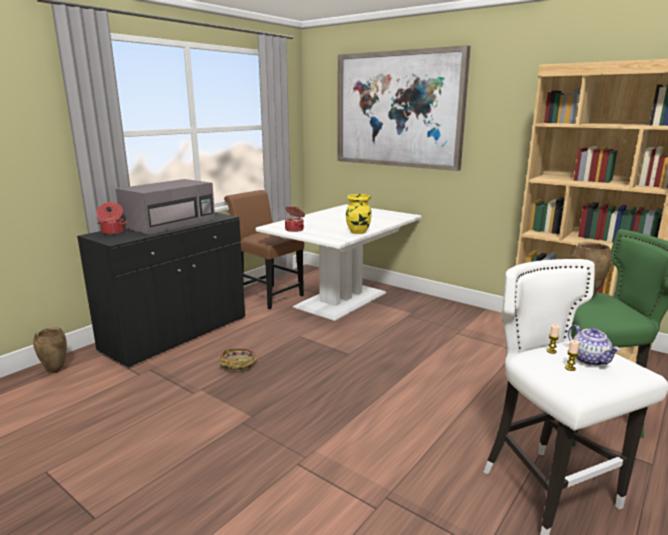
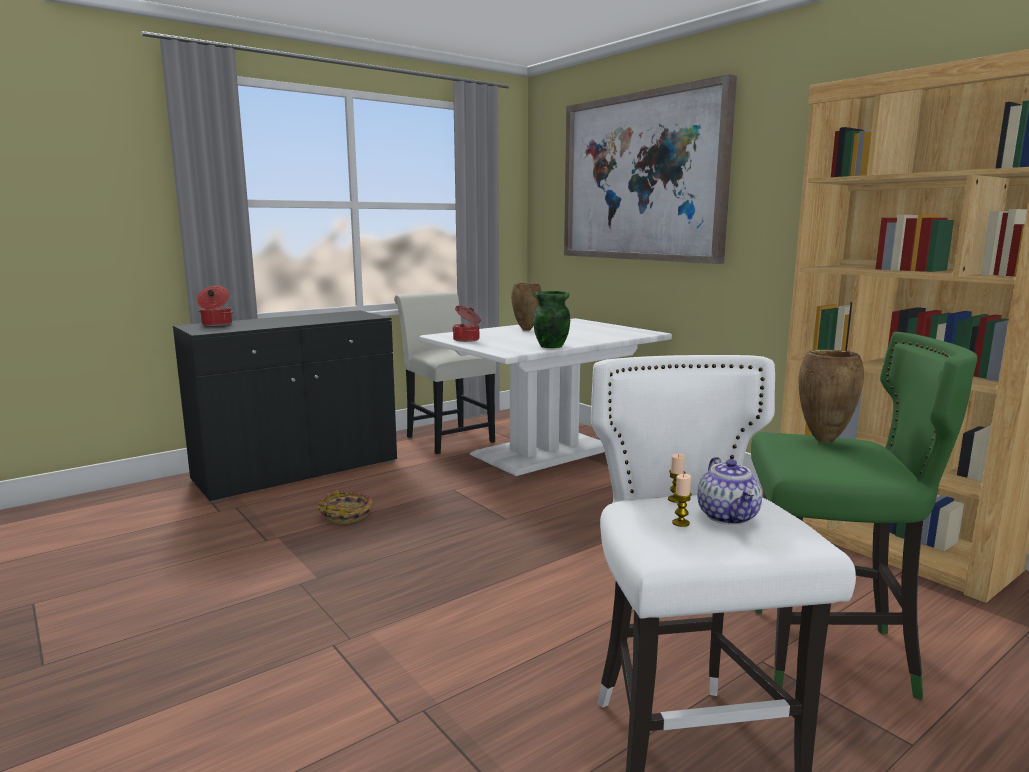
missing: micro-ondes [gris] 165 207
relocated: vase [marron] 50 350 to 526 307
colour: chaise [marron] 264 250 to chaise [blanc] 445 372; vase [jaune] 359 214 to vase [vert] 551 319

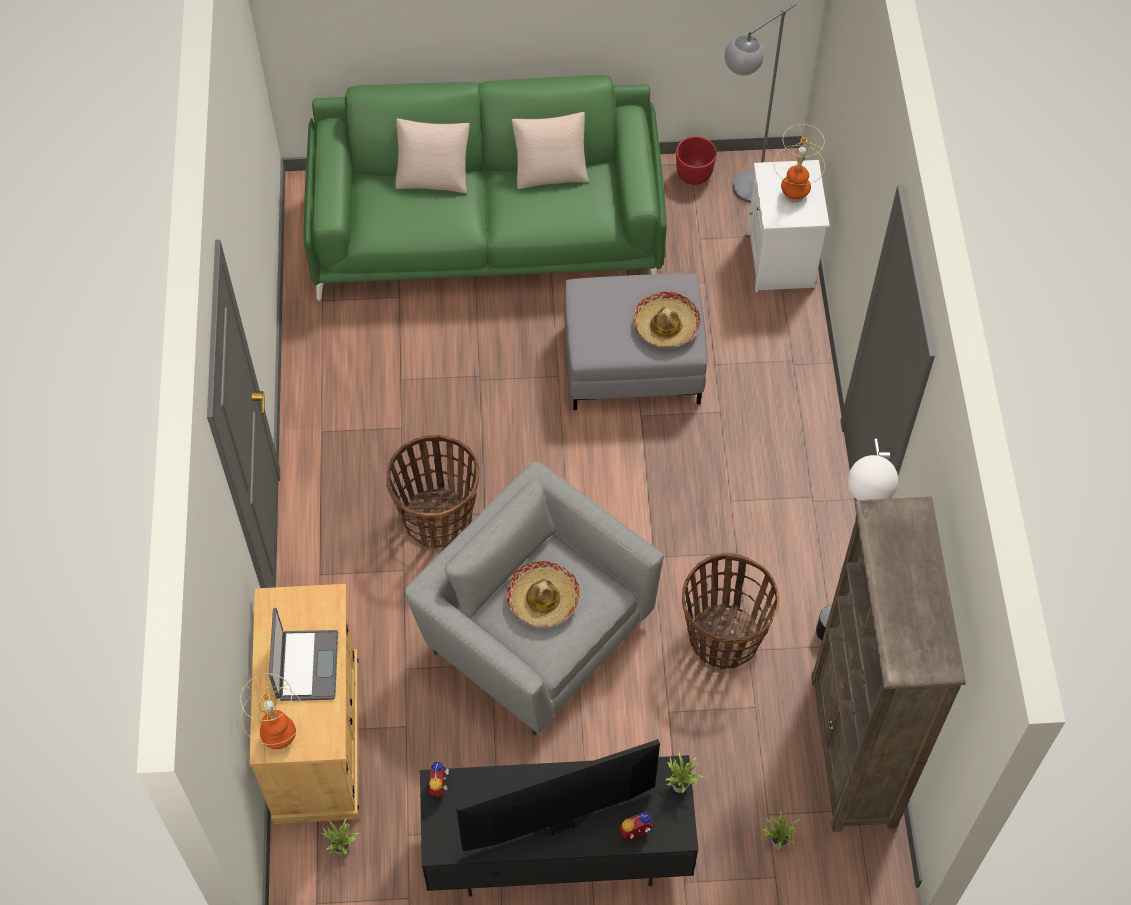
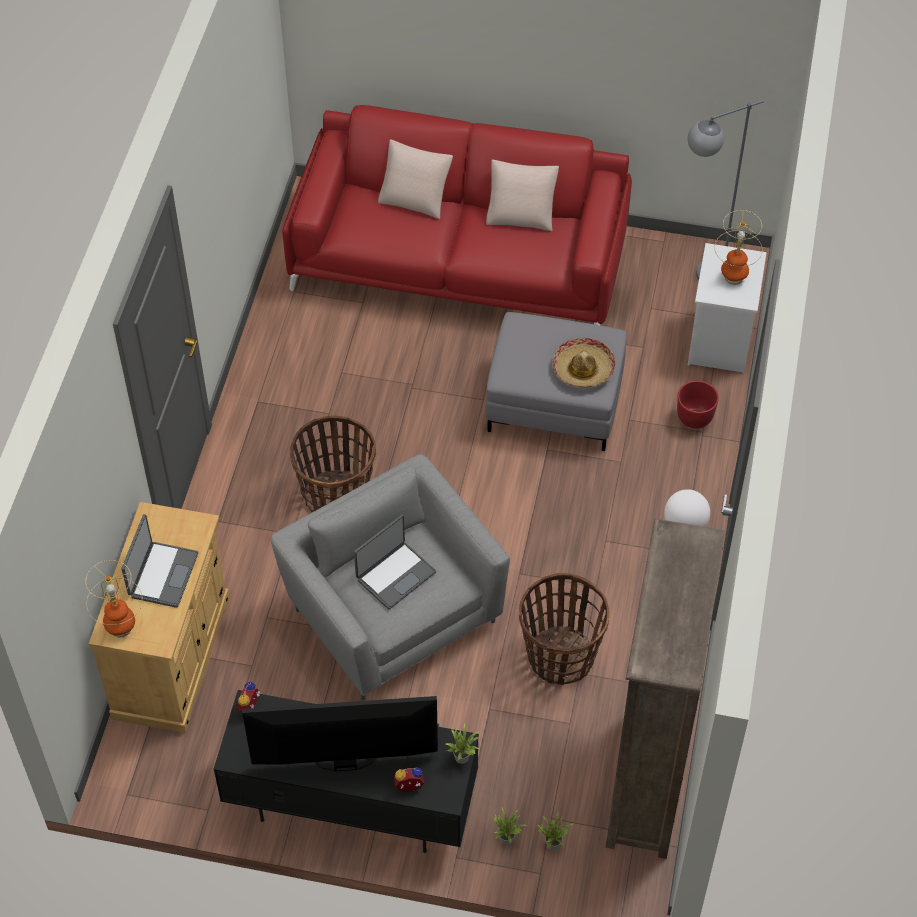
relocated: cache-pot [rouge] 696 160 to 698 405; plante en pot 340 836 to 510 826
exchanged: chapeau 543 594 to ordinateur portable 395 562
colour: canapé [vert] 485 188 to canapé [rouge] 457 215

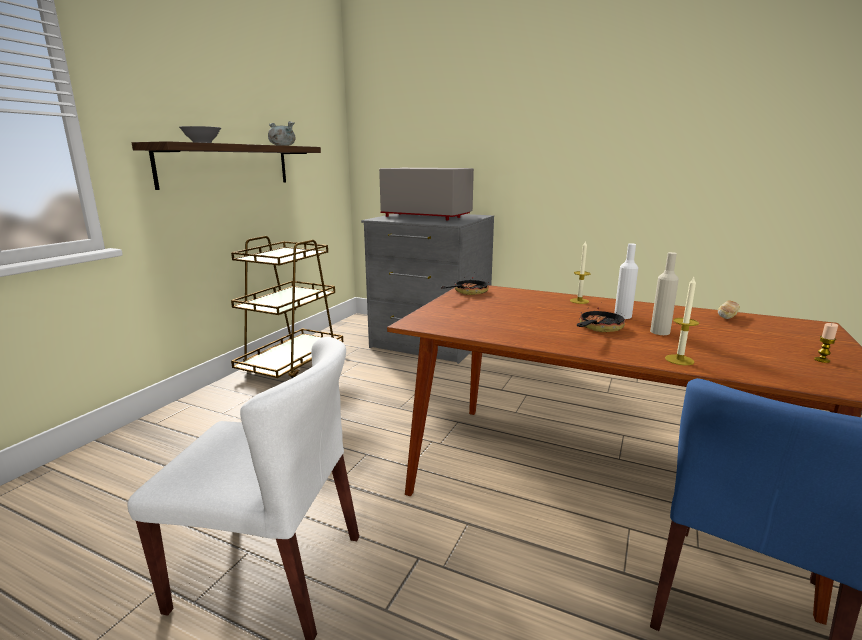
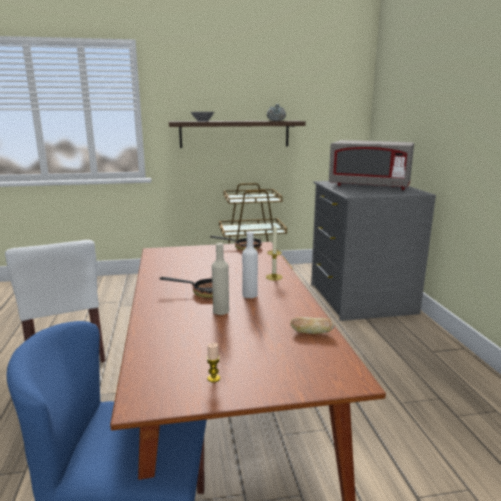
missing: bougie 682 321
spun: micro-ondes [gris] 426 194 = 371 165 120 degrees clockwise

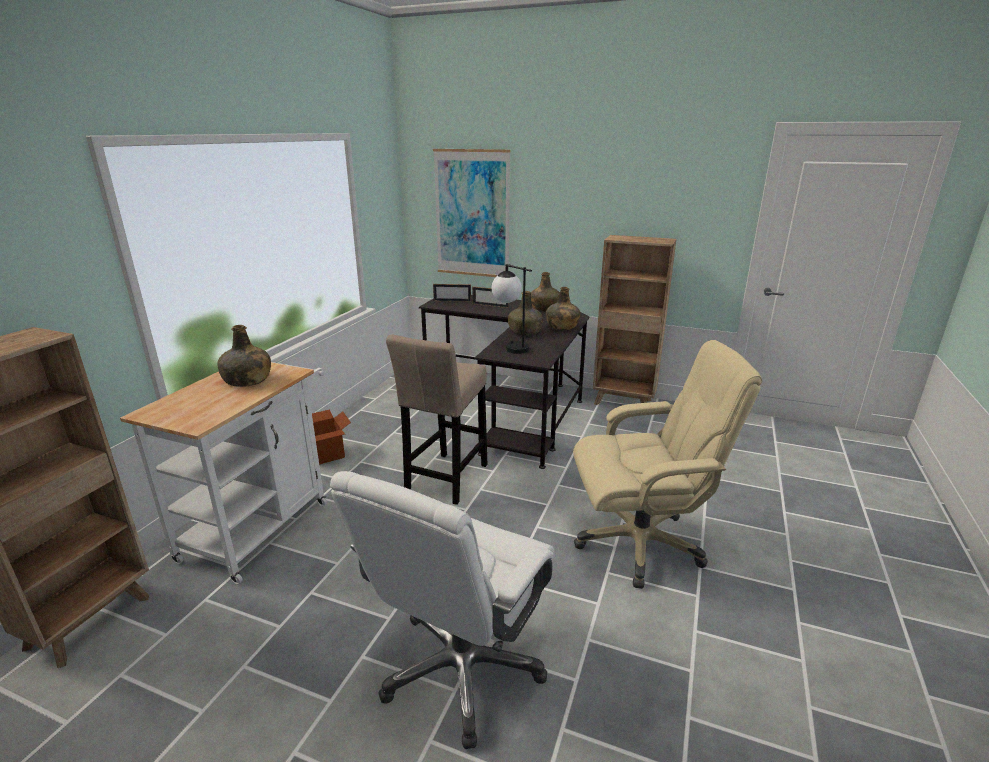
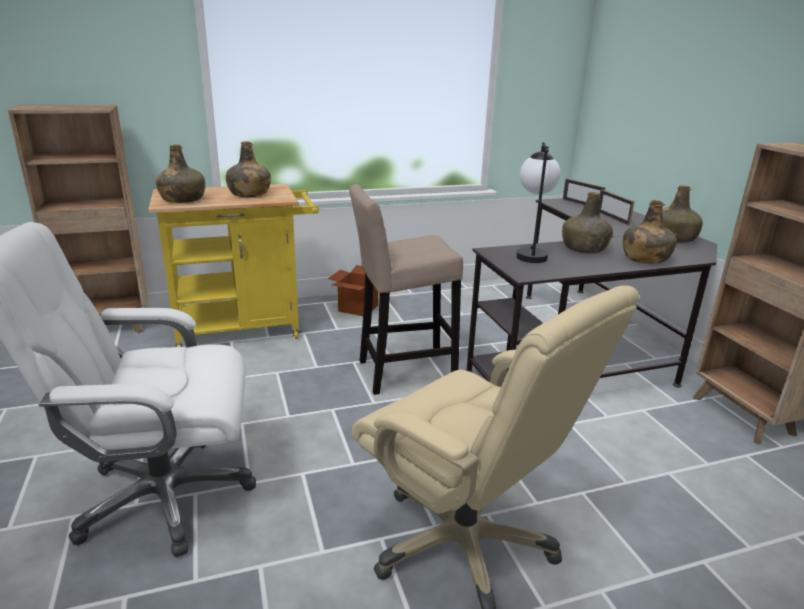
missing: tableau 472 213
appeared: bouteille [vert] 180 174
colour: chariot [blanc] 223 473 to chariot [jaune] 233 265

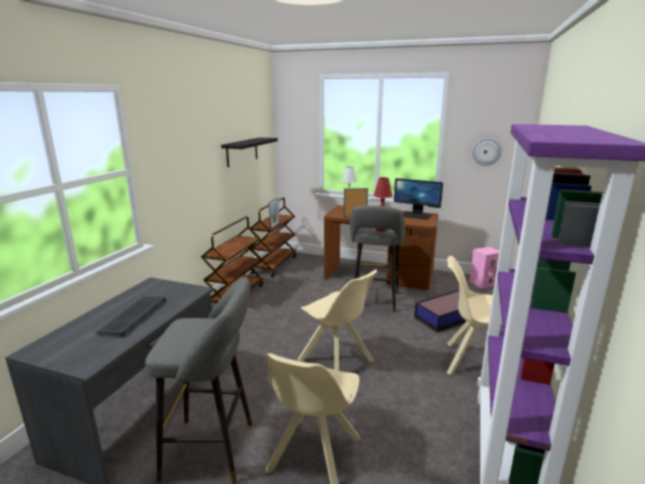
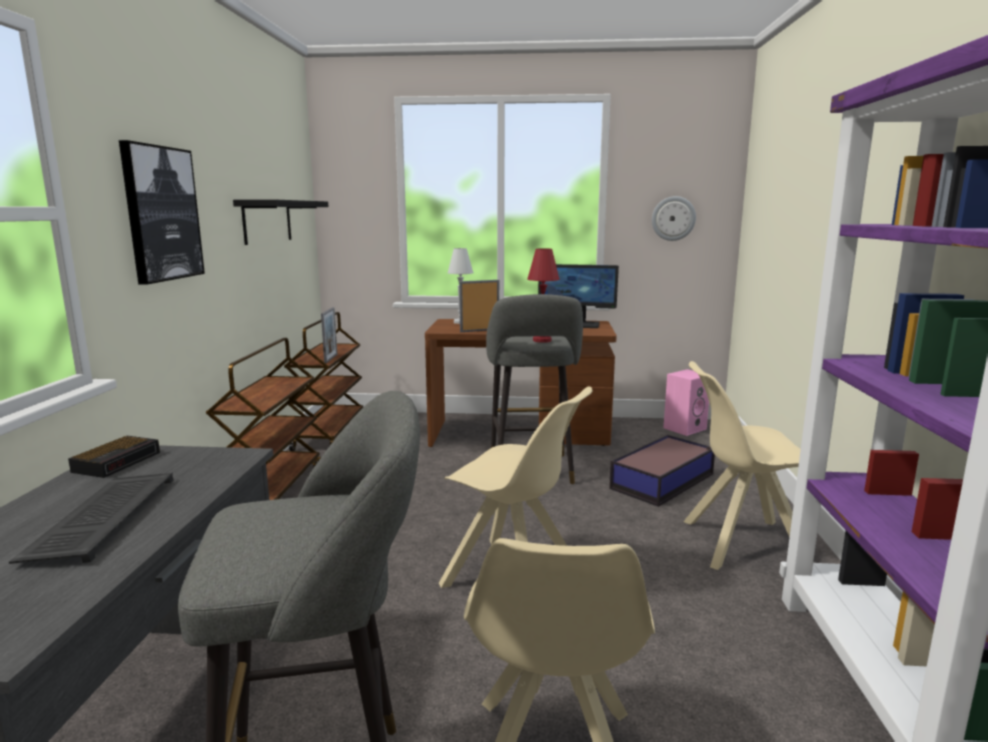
appeared: tableau 162 212; réveil 114 457

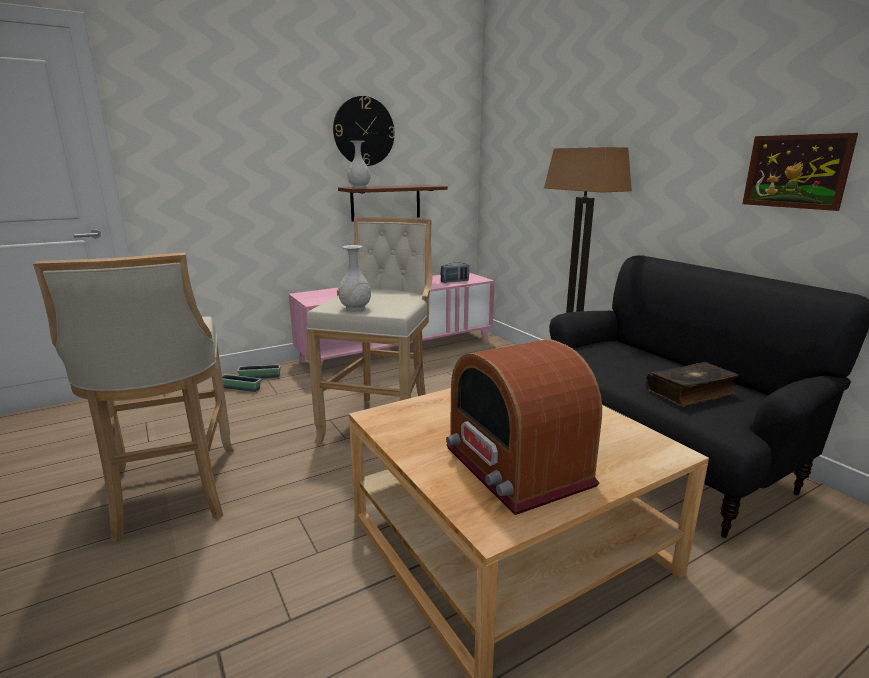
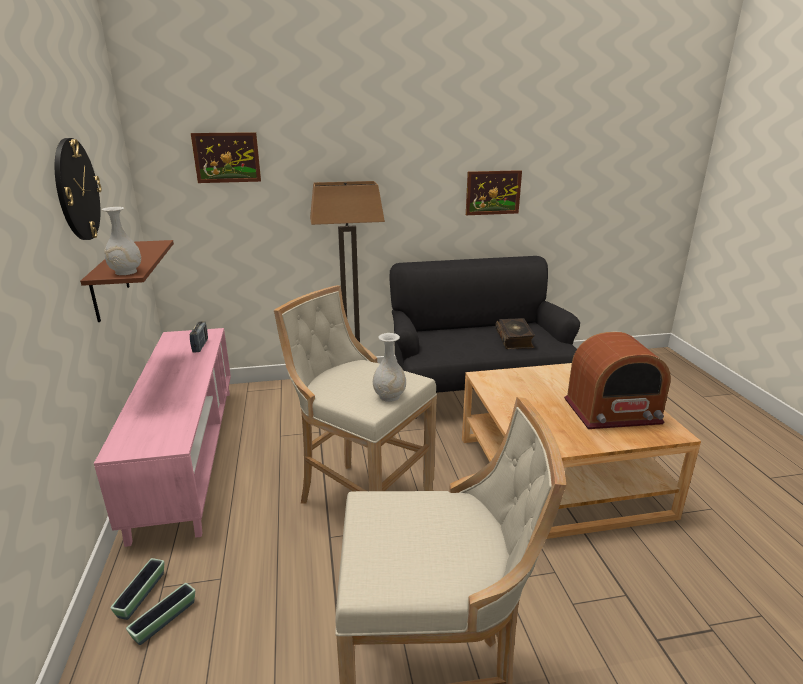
appeared: tableau 226 157

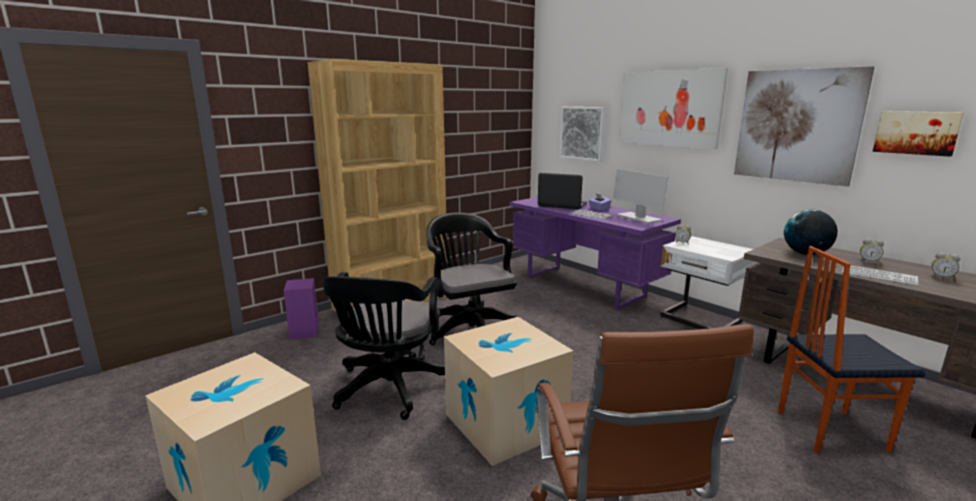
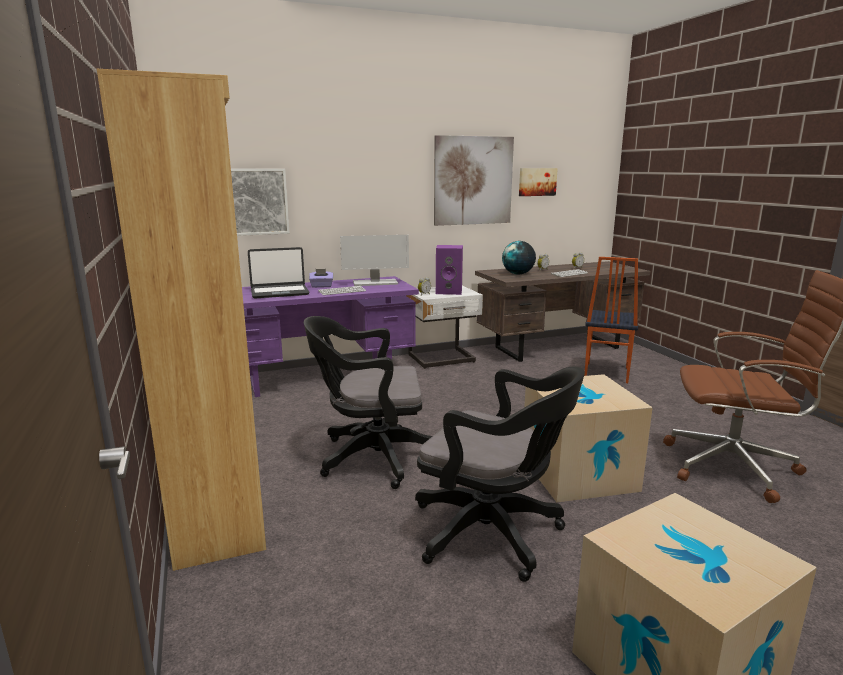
missing: tableau 673 108
relocated: enceinte [violet] 301 309 to 449 270
spun: ordinateur portable 562 191 = 278 272 150 degrees counterclockwise

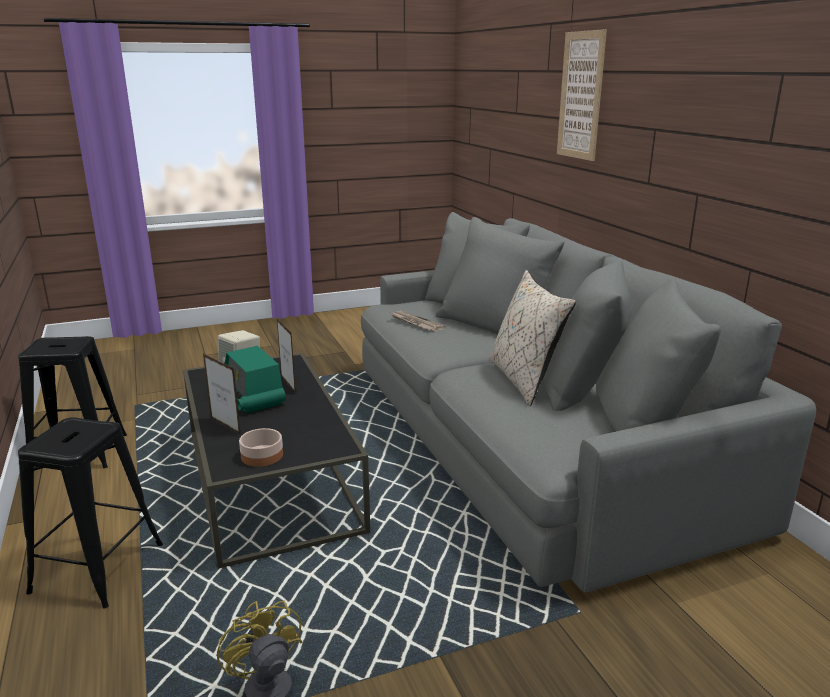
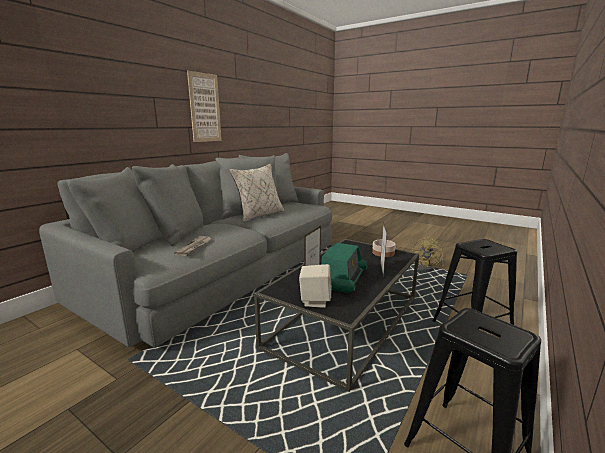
relocated: tableau 582 95 to 204 106

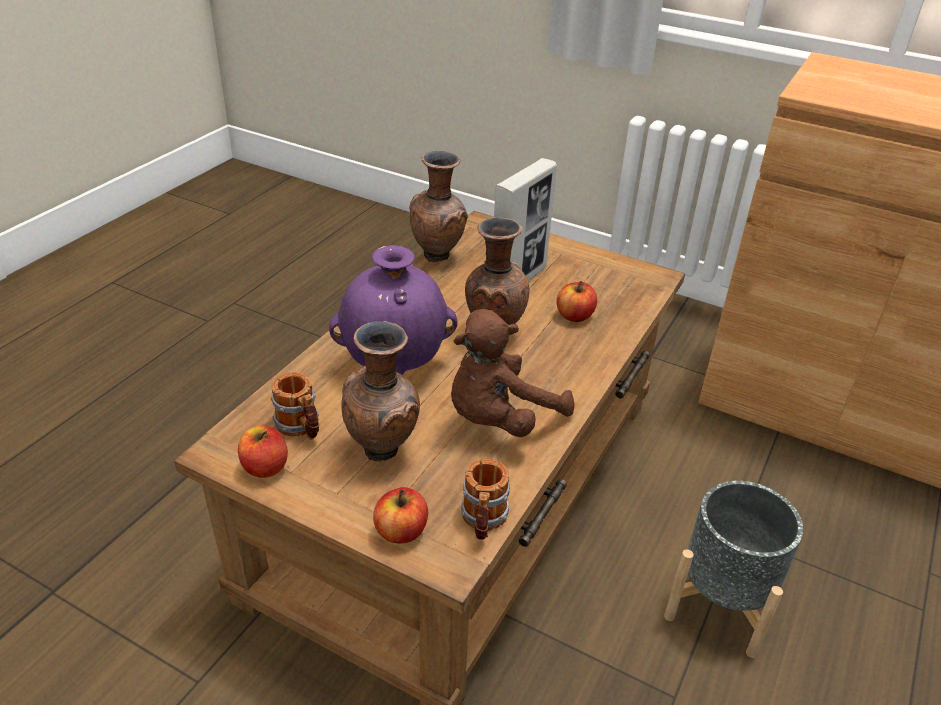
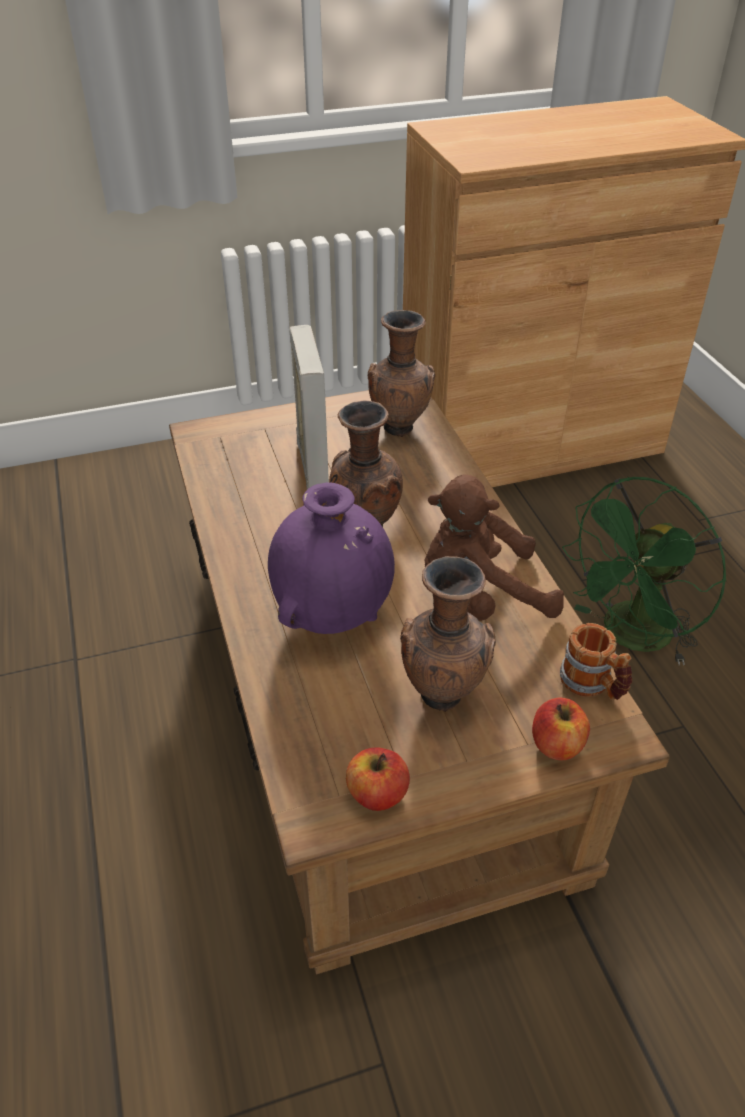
missing: pomme 577 301; mug 295 406
relocated: vase [marron] 439 206 to 401 373
exchanged: cache-pot [gris] 733 569 to ventilateur [vert] 644 571
spun: peluche [marron] 512 373 = 494 548 75 degrees clockwise

